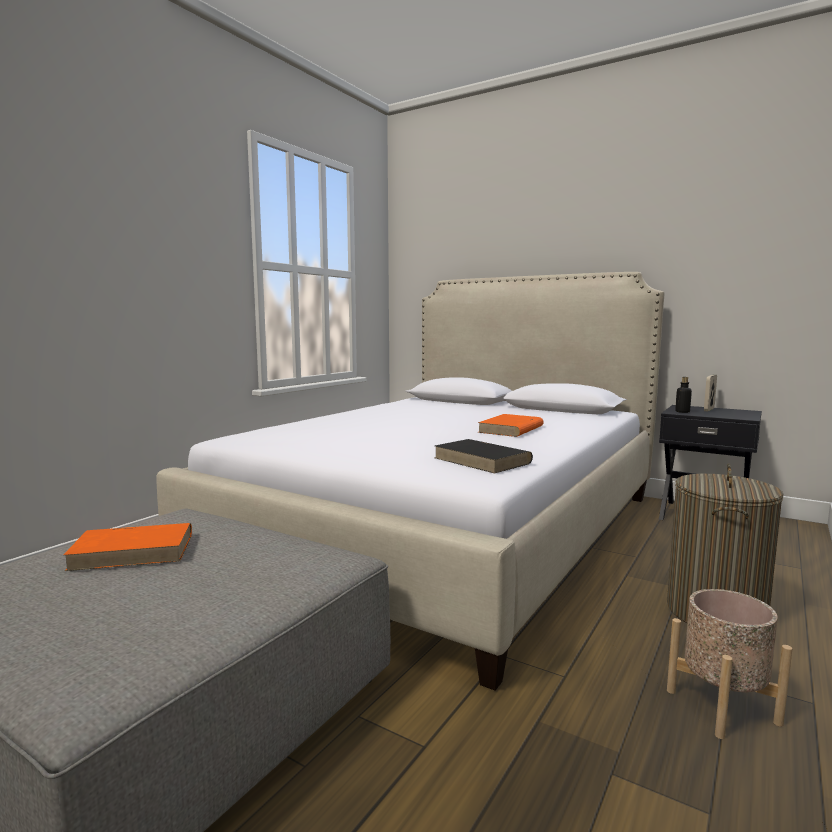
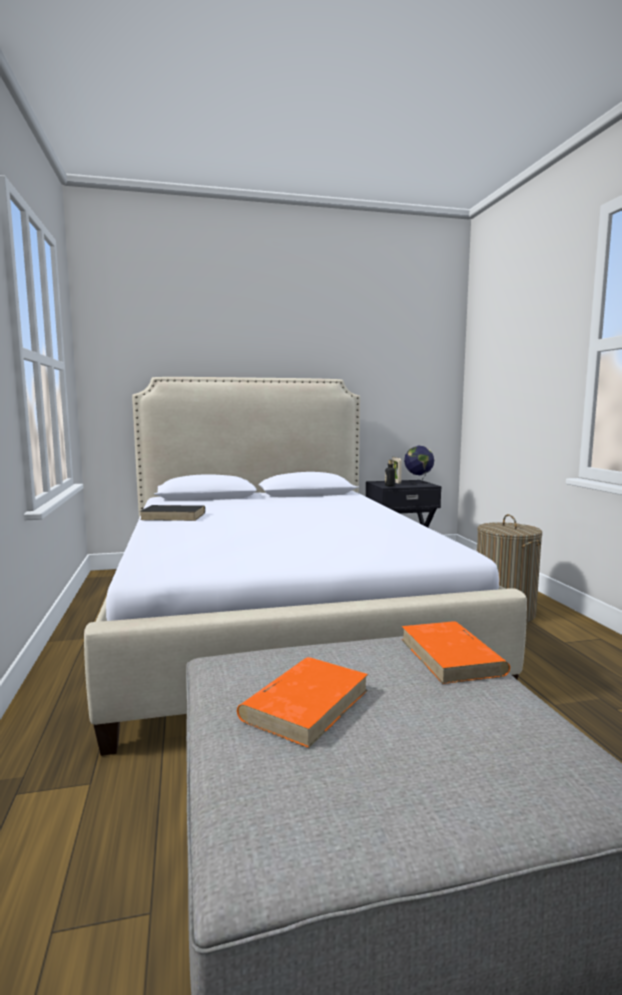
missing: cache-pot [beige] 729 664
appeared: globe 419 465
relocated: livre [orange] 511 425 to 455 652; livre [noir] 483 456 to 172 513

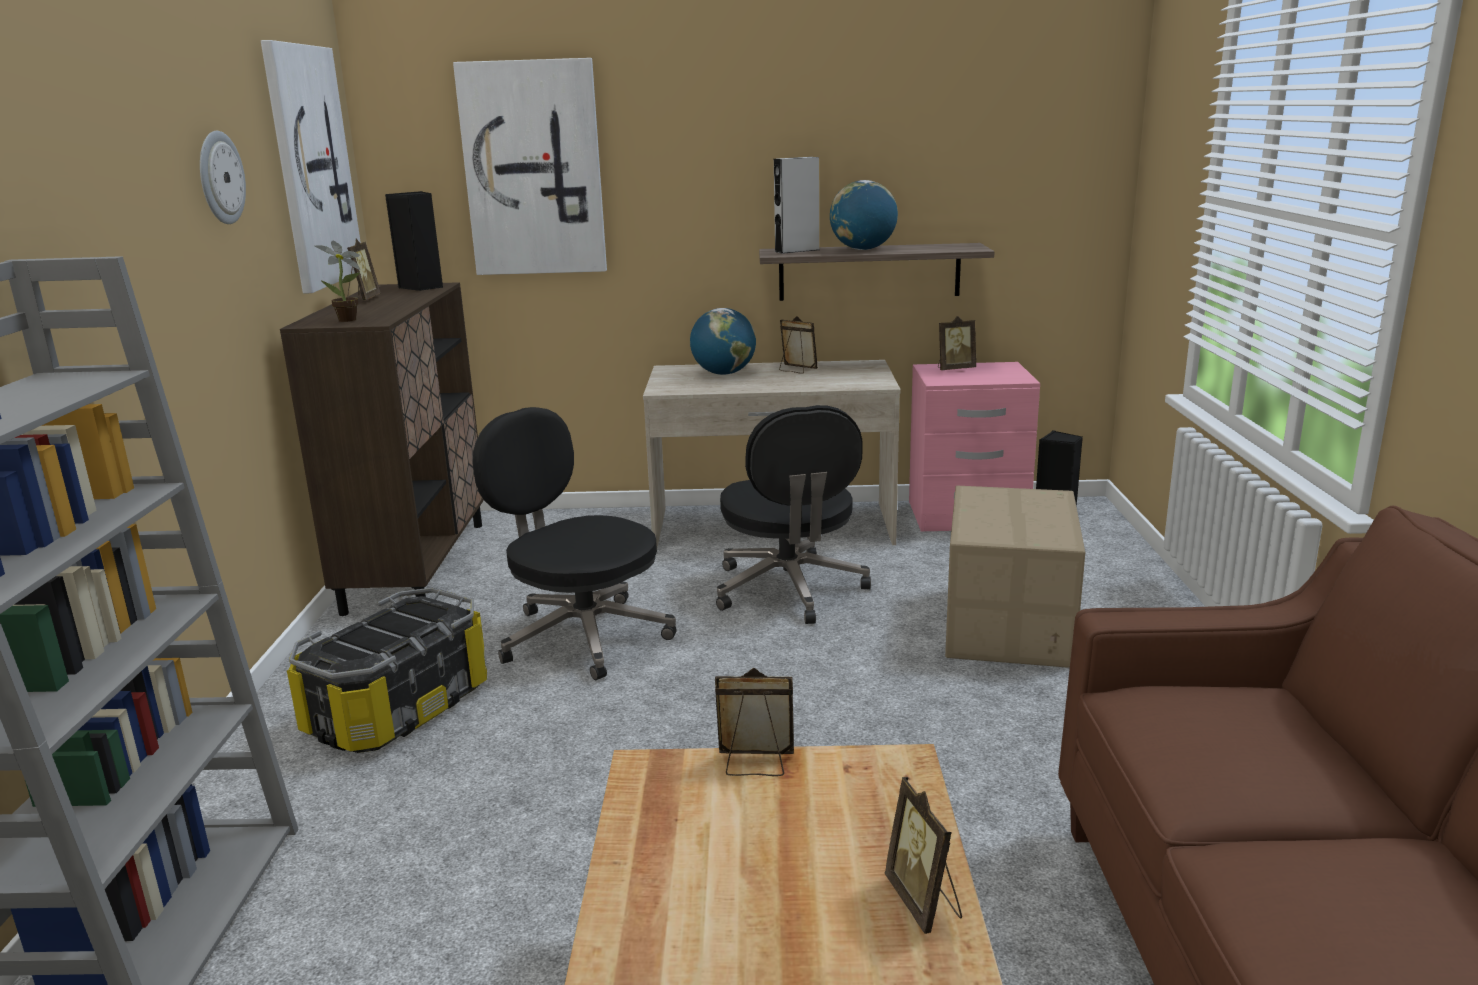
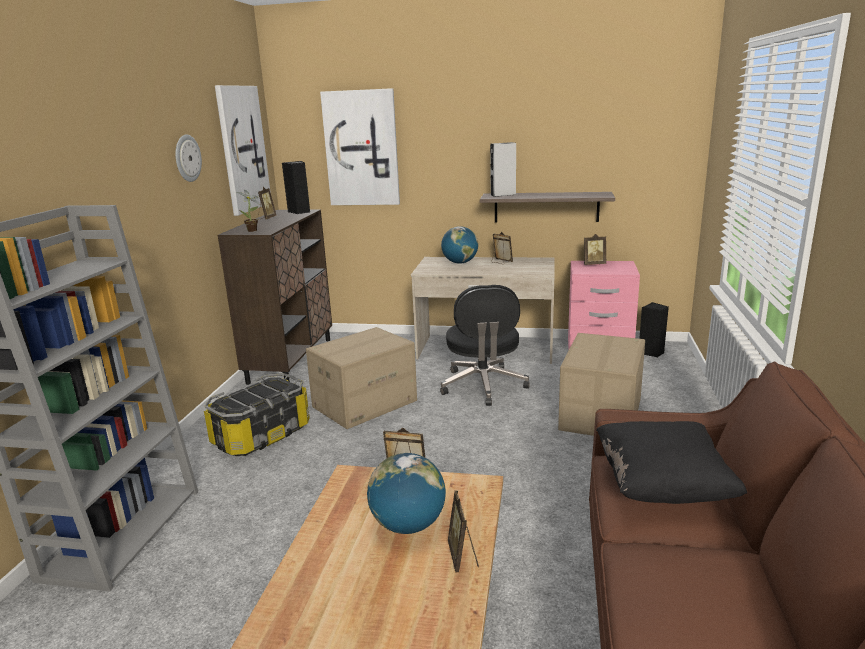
appeared: coussin [noir] 671 462
relocated: globe 864 215 to 406 493
exchanged: chaise de bureau [noir] 574 543 to carton 361 378

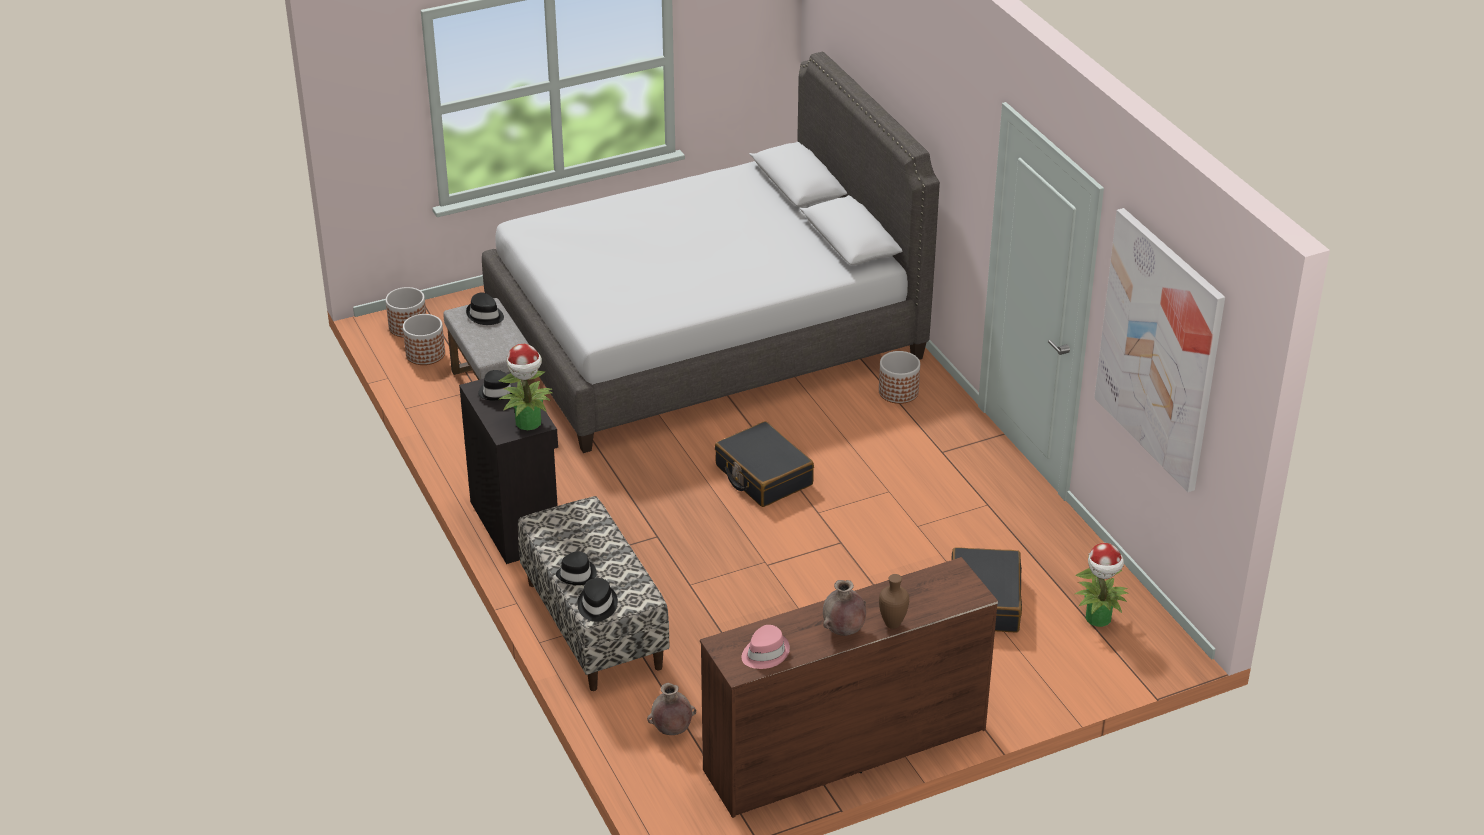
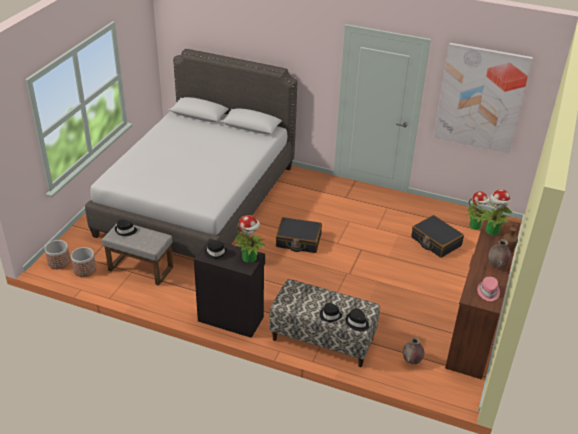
missing: cache-pot 899 377
appeared: plante en pot 496 212

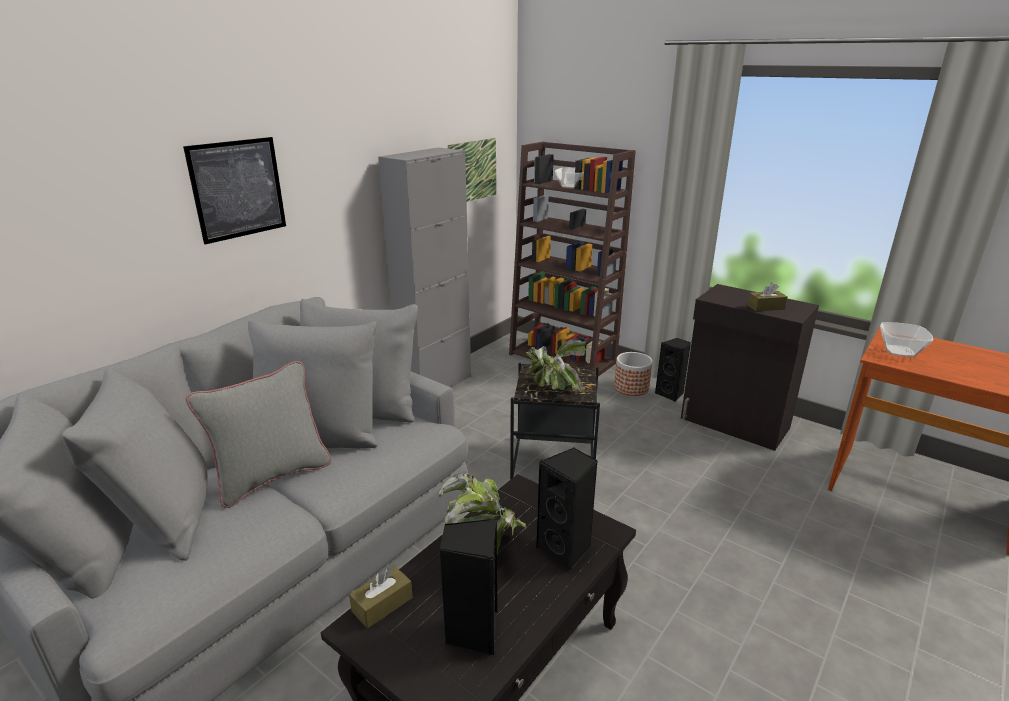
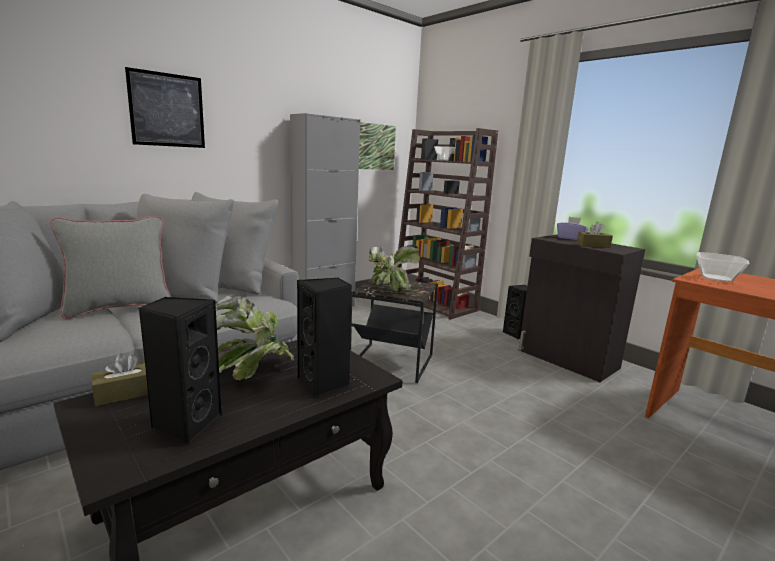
missing: cache-pot 633 374
appeared: boîte à mouchoirs [violet] 572 228

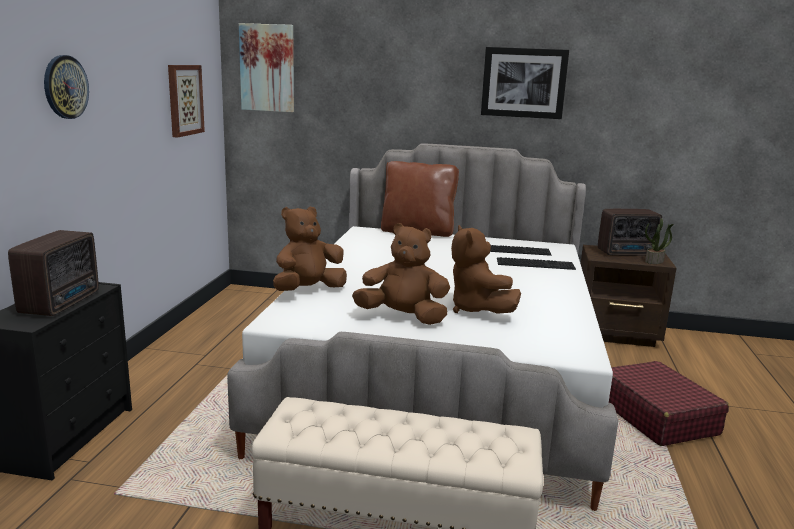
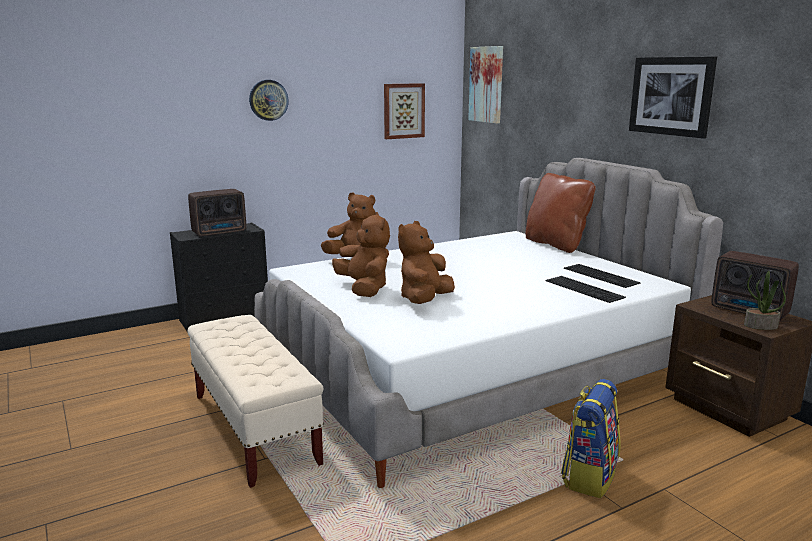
exchanged: valise [rouge] 669 403 to sac à dos 591 438

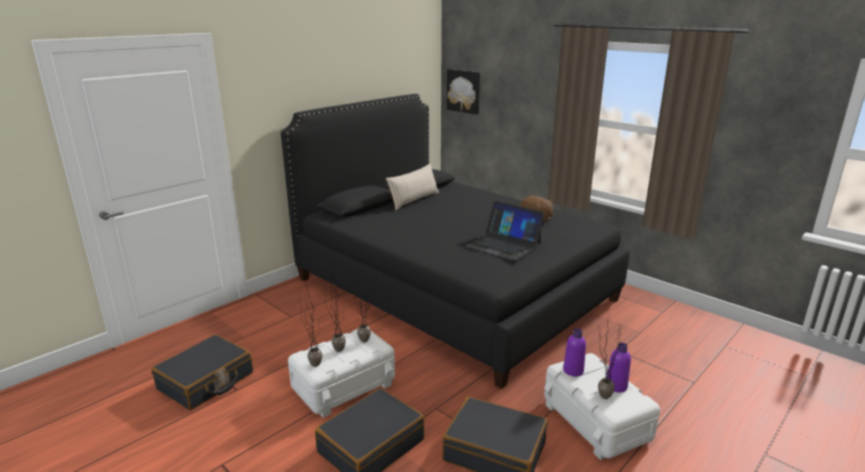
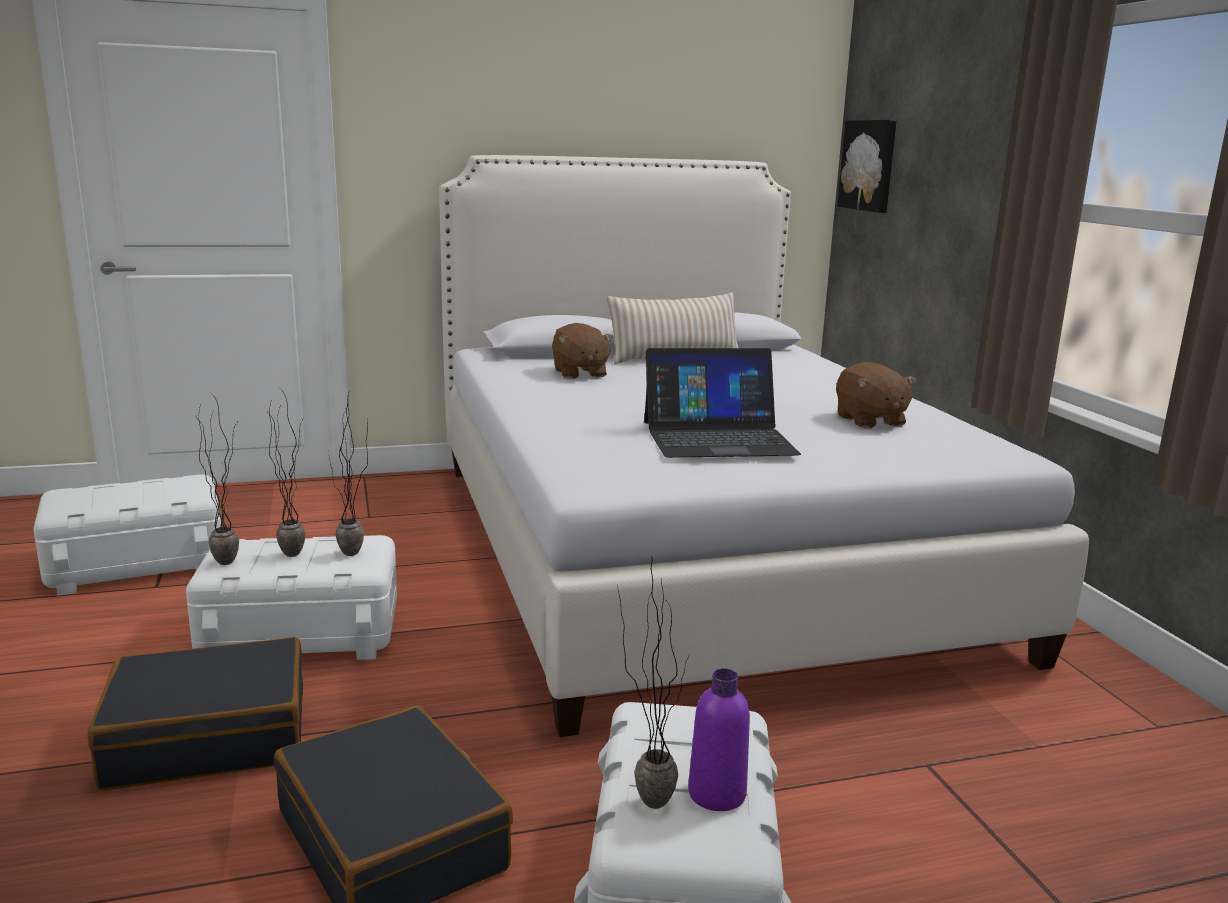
missing: bouteille [violet] 574 353
appeared: peluche [marron] 582 351
exchanged: valise [noir] 202 372 to boîte de rangement [blanc] 128 535
colour: lit [noir] 455 241 to lit [blanc] 764 446
spun: ordinateur portable 505 231 = 722 403 75 degrees counterclockwise

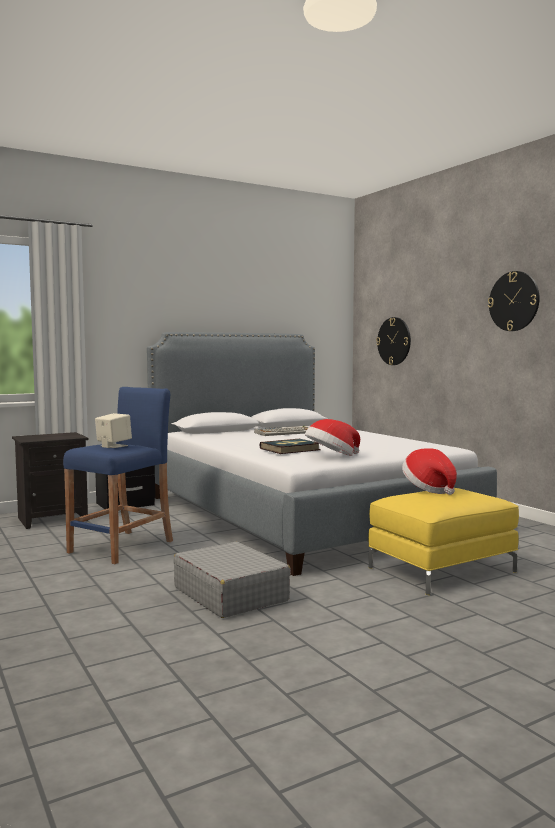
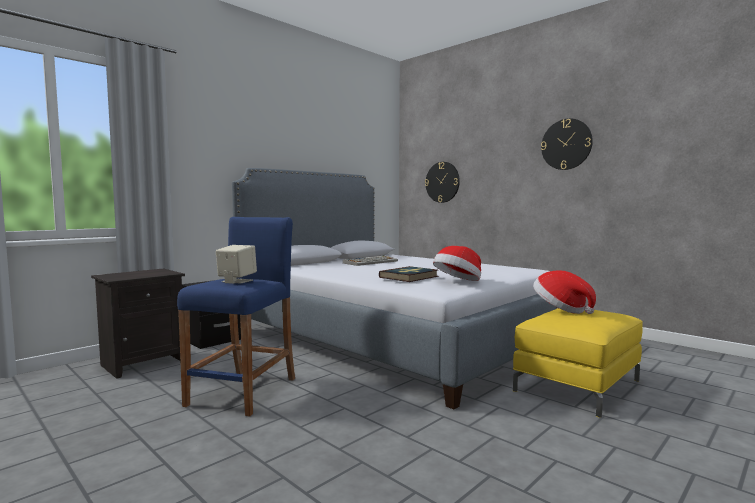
missing: valise [gris] 232 580

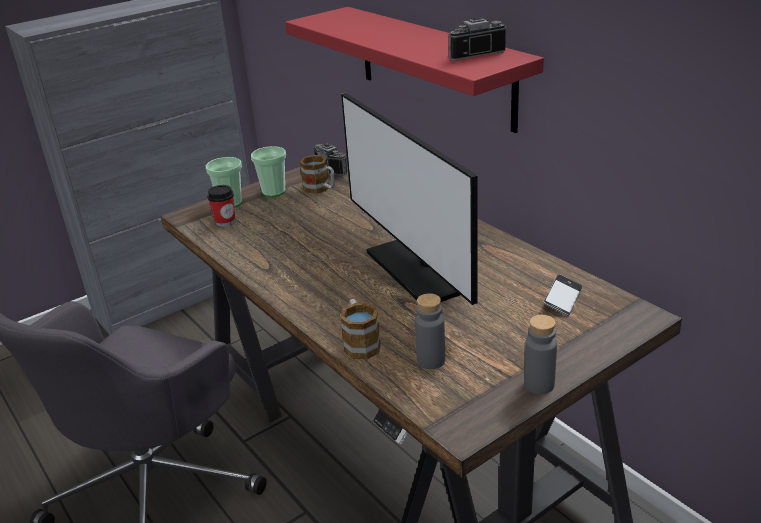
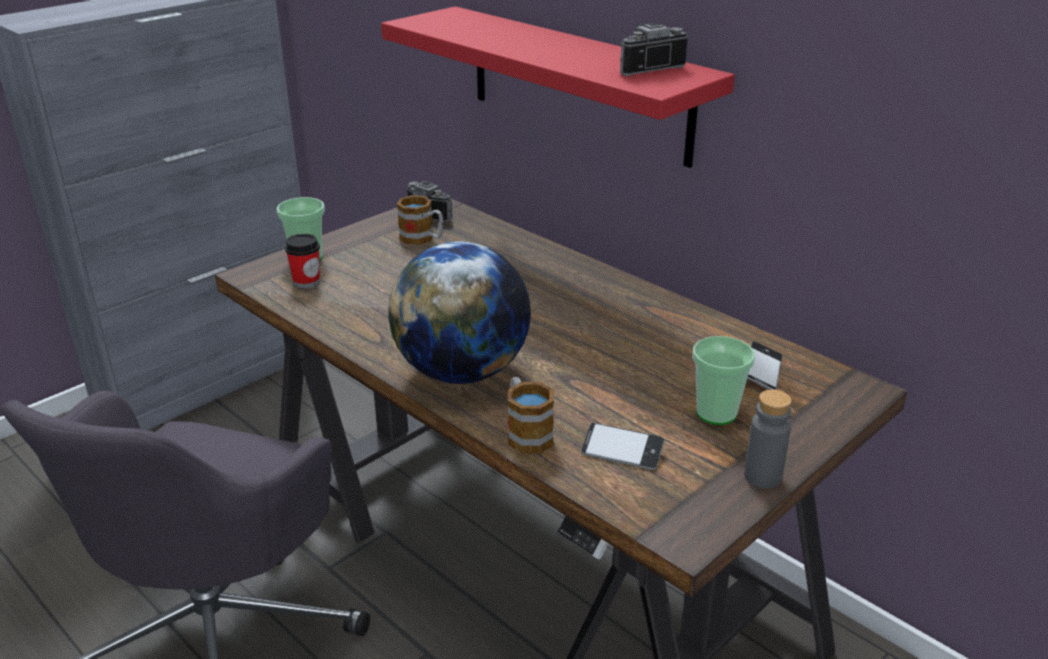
missing: écran d'ordinateur 409 199
appeared: globe 459 312
relocated: tasse 268 171 to 724 380
exchanged: bouteille [gris] 430 331 to téléphone 622 446

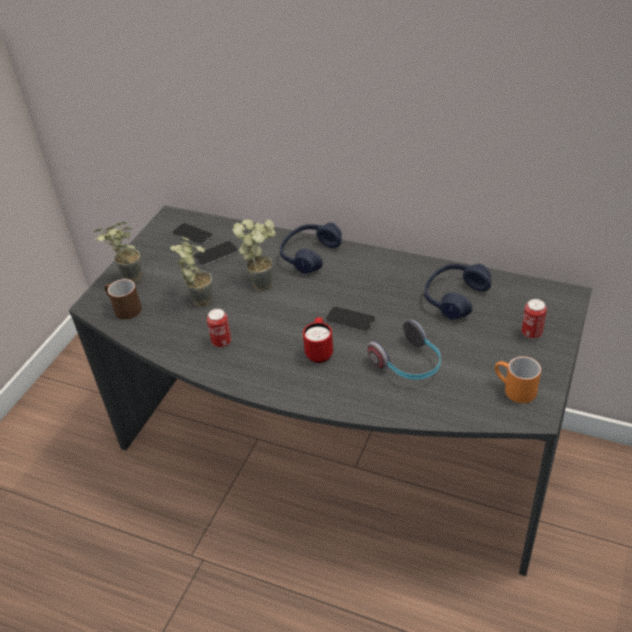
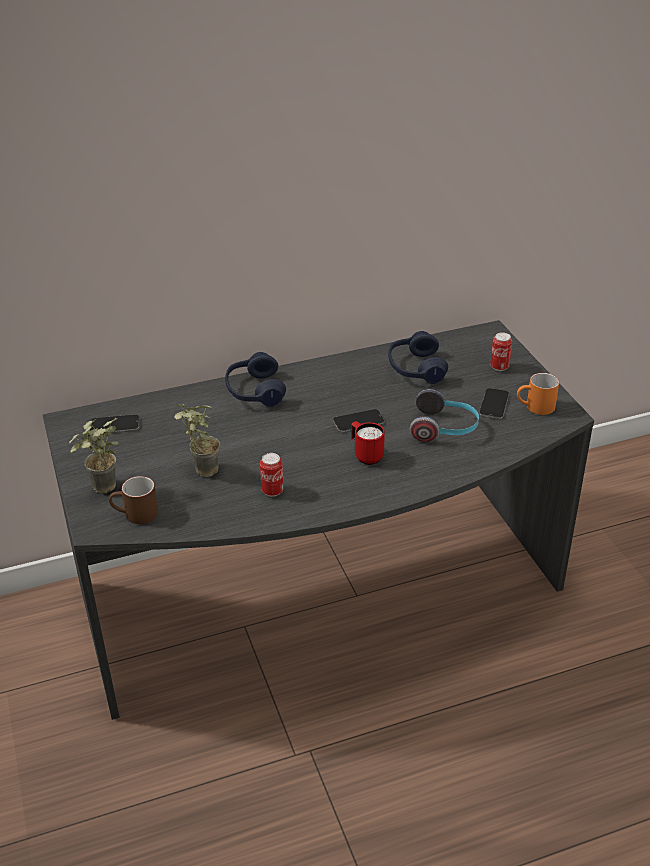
missing: plante en pot 254 255
relocated: téléphone 215 253 to 494 403

